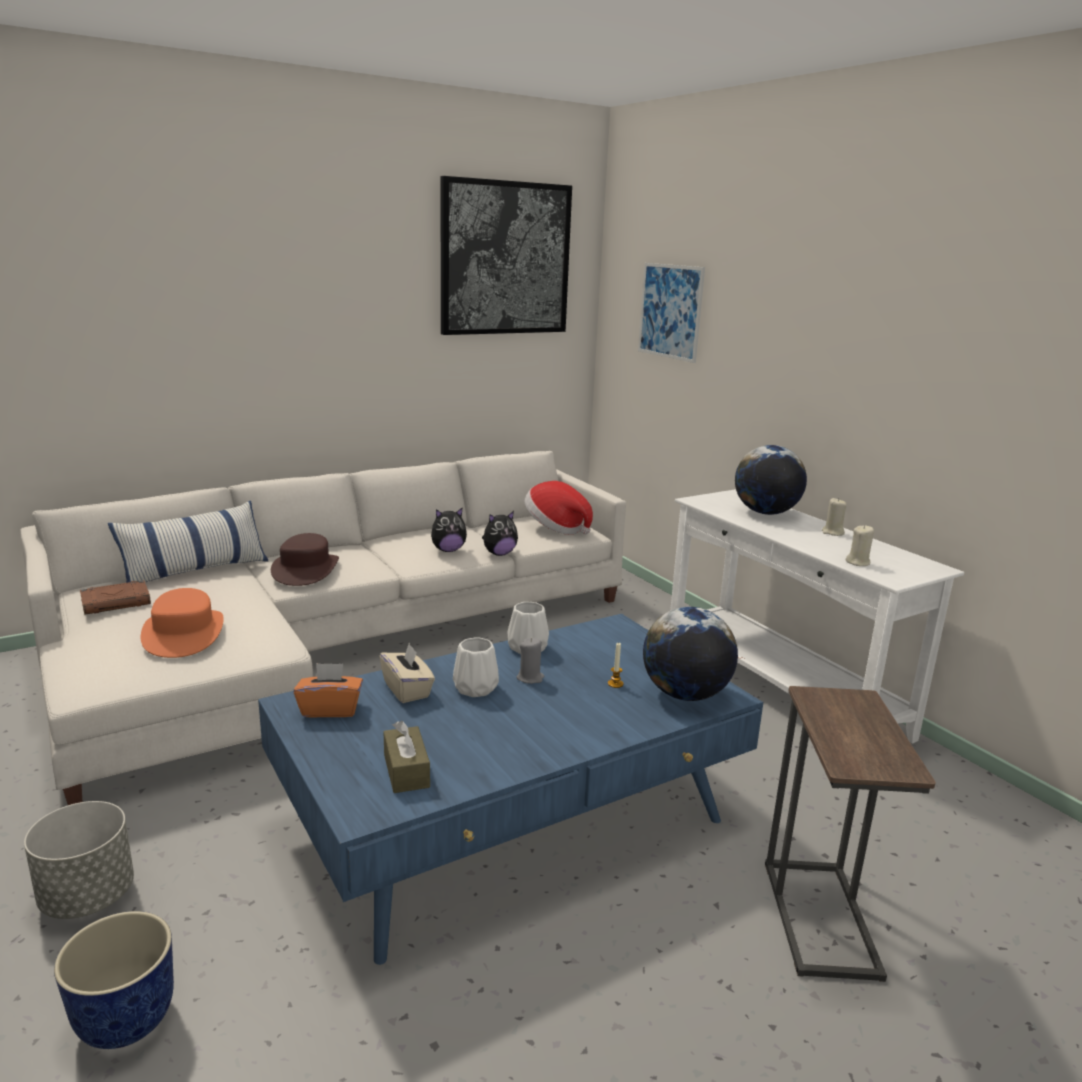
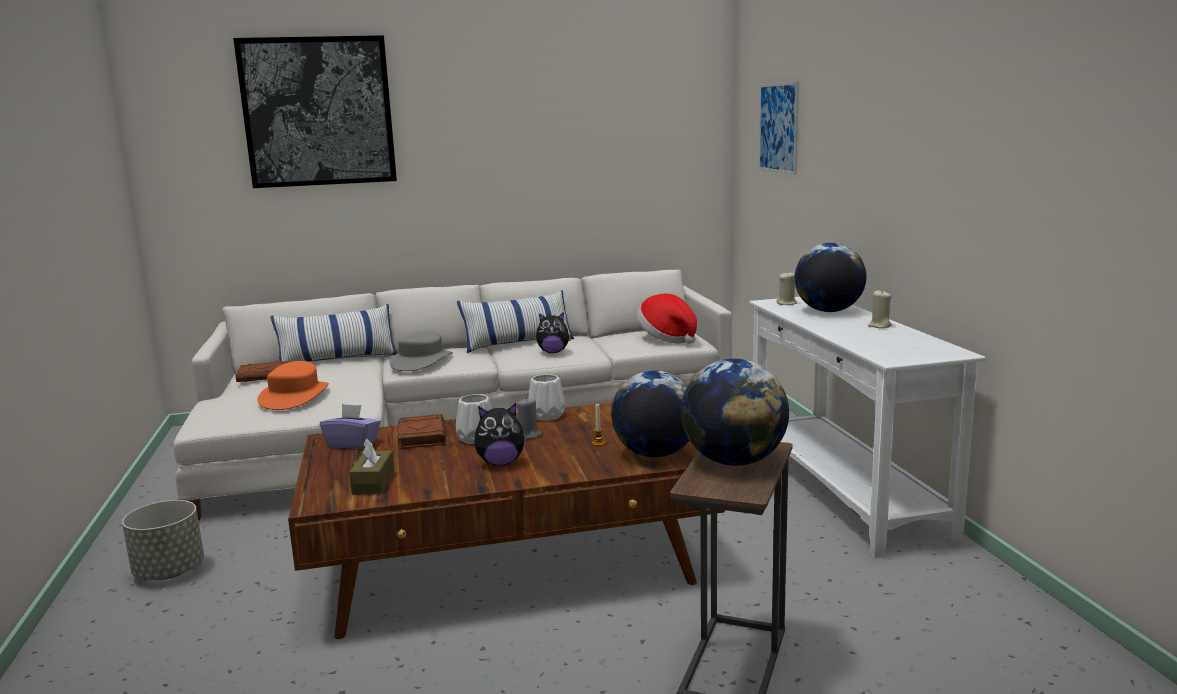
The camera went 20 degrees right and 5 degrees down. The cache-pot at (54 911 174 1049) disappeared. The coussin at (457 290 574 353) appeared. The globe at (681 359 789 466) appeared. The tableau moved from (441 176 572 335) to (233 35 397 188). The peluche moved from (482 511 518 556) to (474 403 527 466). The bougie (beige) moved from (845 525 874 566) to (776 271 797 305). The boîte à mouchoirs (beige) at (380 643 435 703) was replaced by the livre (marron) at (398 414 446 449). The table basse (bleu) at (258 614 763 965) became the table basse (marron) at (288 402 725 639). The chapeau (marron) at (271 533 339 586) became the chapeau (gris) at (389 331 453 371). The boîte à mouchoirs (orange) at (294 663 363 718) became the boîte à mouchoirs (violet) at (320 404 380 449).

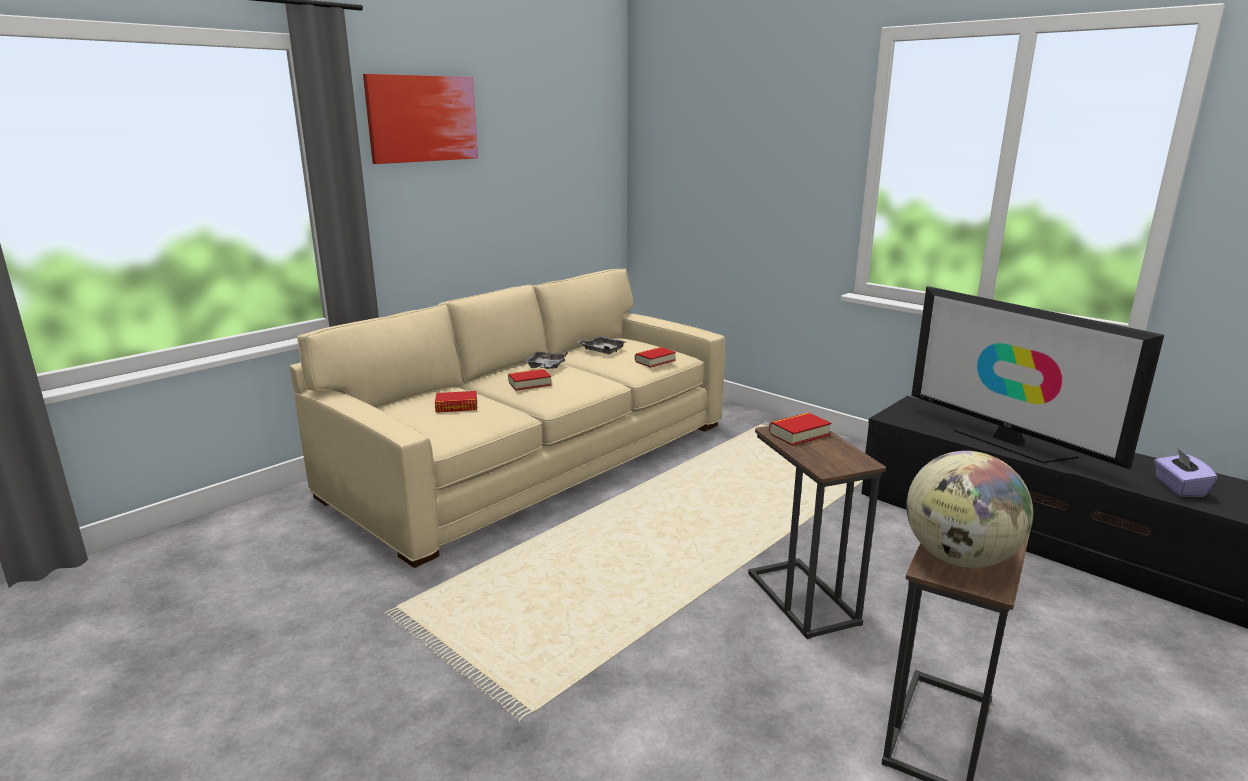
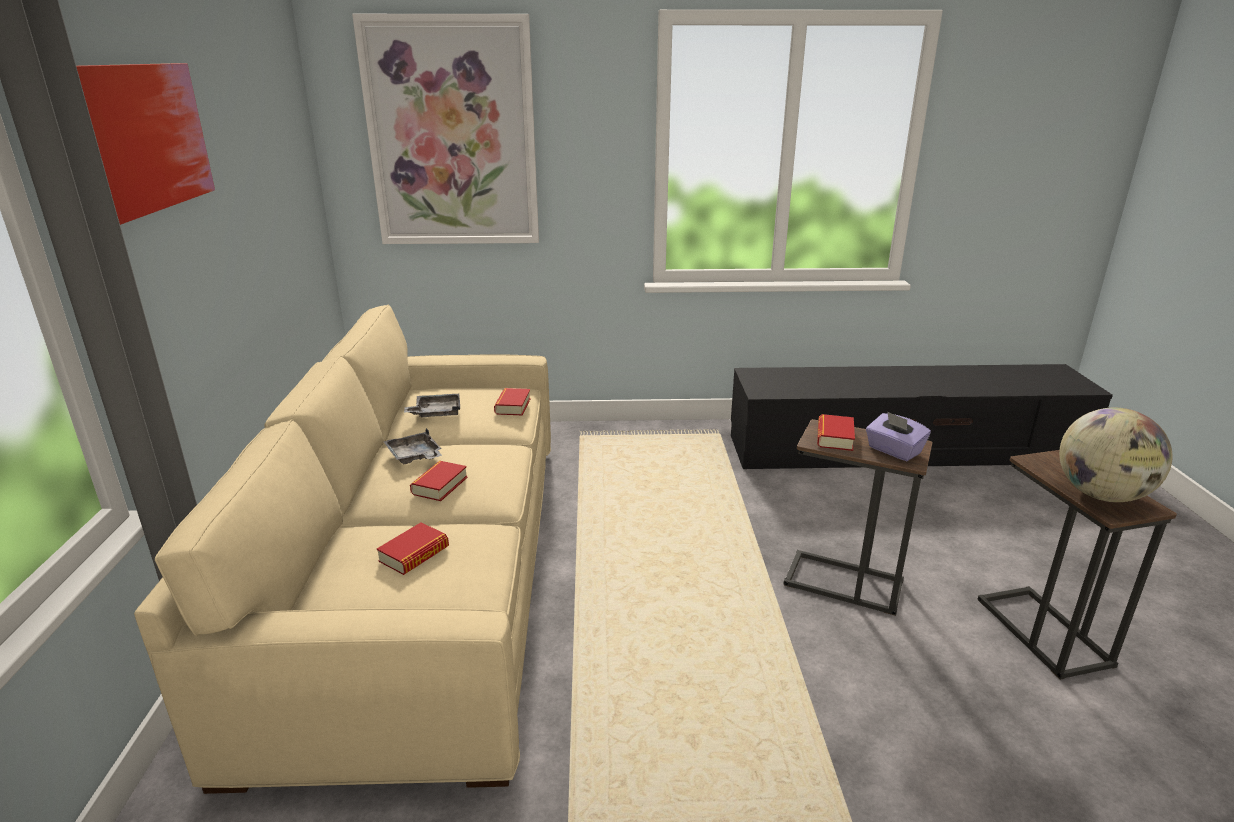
The camera went 45 degrees left and 5 degrees up. The téléviseur at (911 286 1164 469) disappeared. The tableau at (352 14 539 244) appeared. The boîte à mouchoirs (violet) moved from (1154 449 1217 497) to (866 411 931 461).

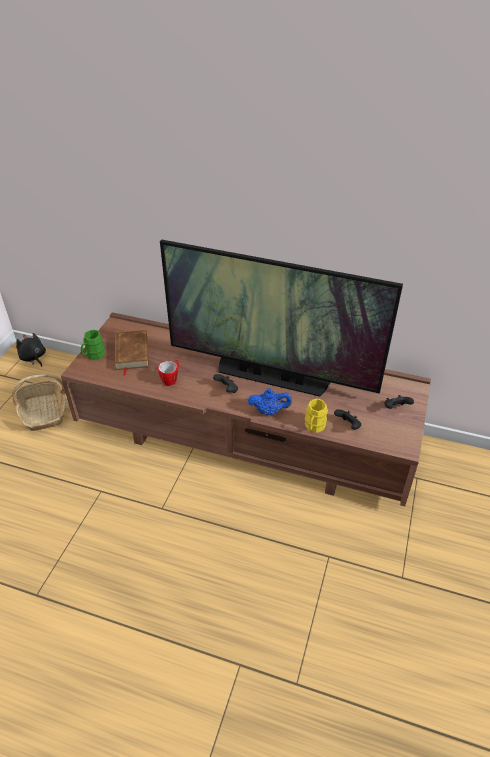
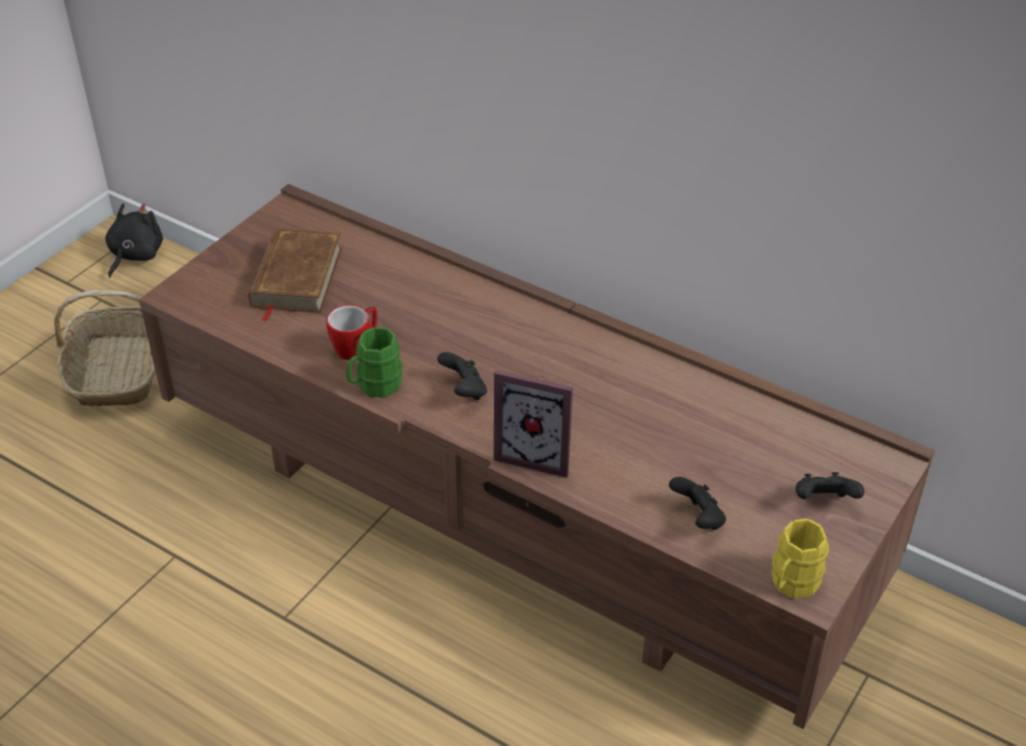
The camera went 15 degrees right and 0 degrees up. The téléviseur at (160 239 403 397) disappeared. The mug (vert) moved from (81 330 105 360) to (346 327 403 397). The mug (jaune) moved from (305 399 328 433) to (772 518 829 599). The théière (bleu) at (248 388 292 415) was replaced by the cadre photo at (494 370 573 478). The peluche (noir) at (16 333 46 367) turned 45 degrees clockwise.

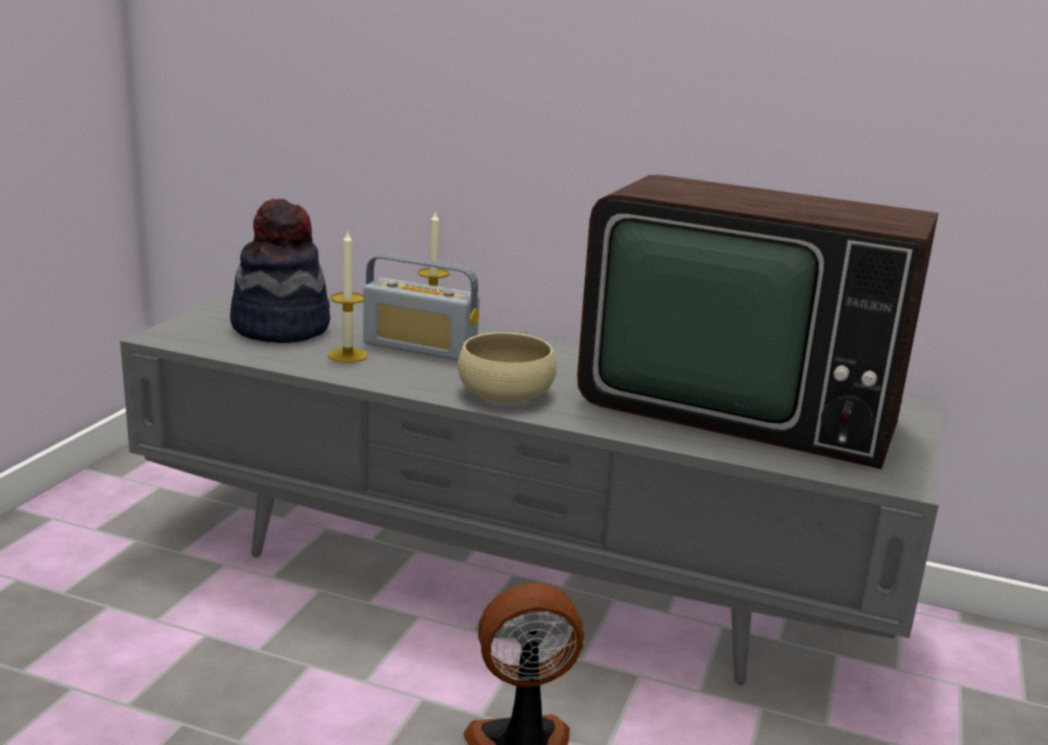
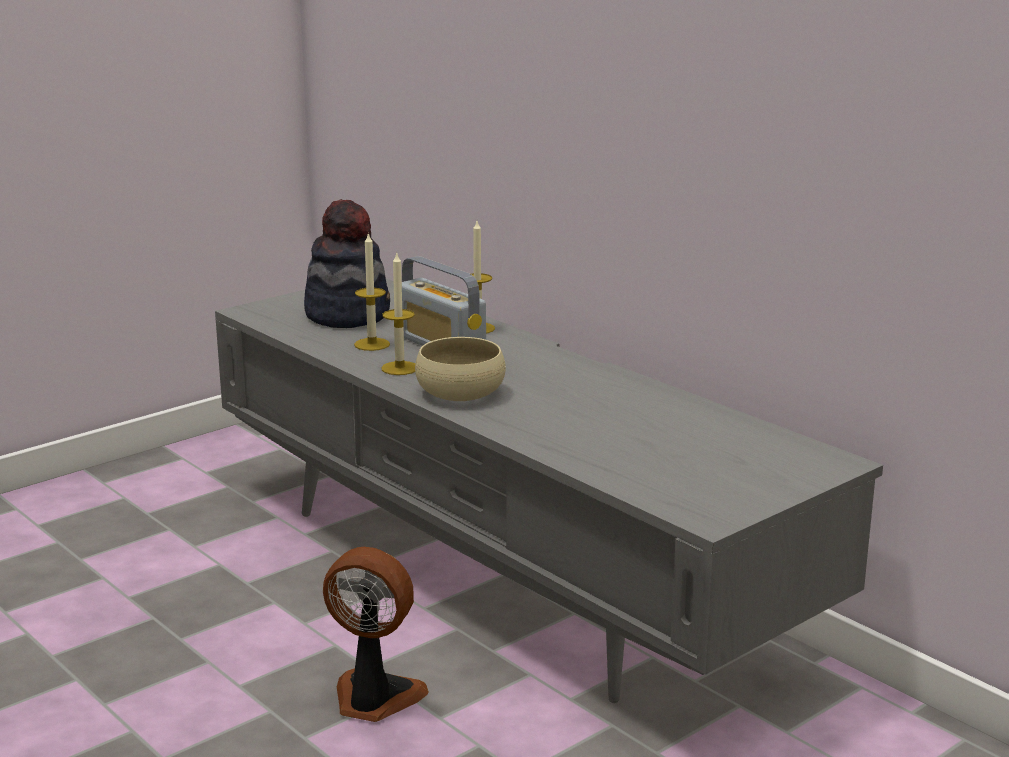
The camera went 30 degrees right and 0 degrees up. The téléviseur at (577 175 938 469) disappeared. The bougie at (381 254 415 375) appeared.

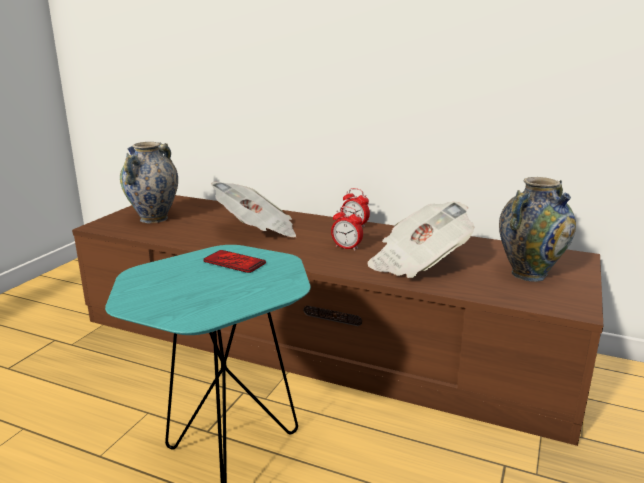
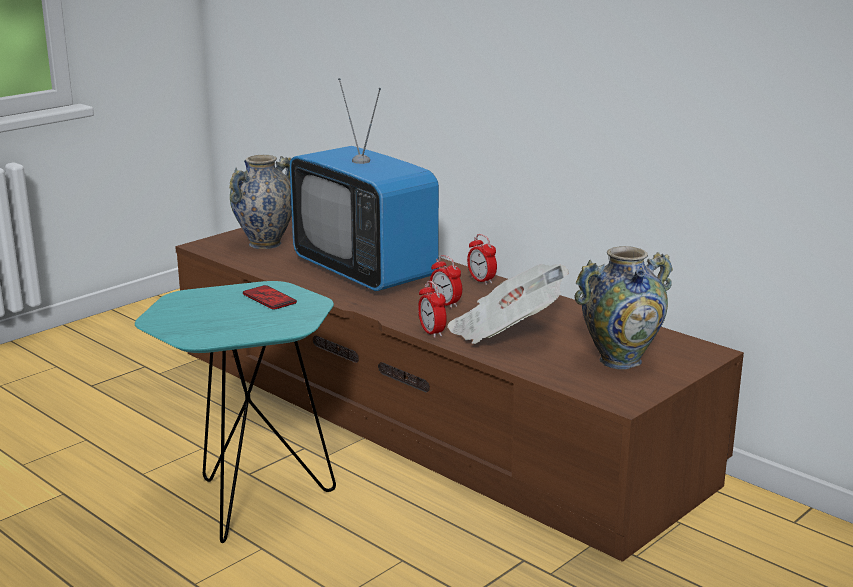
The camera went 20 degrees right and 0 degrees up. The réveil at (418 281 447 338) appeared. The journal at (211 182 296 237) was replaced by the téléviseur at (290 78 439 291).

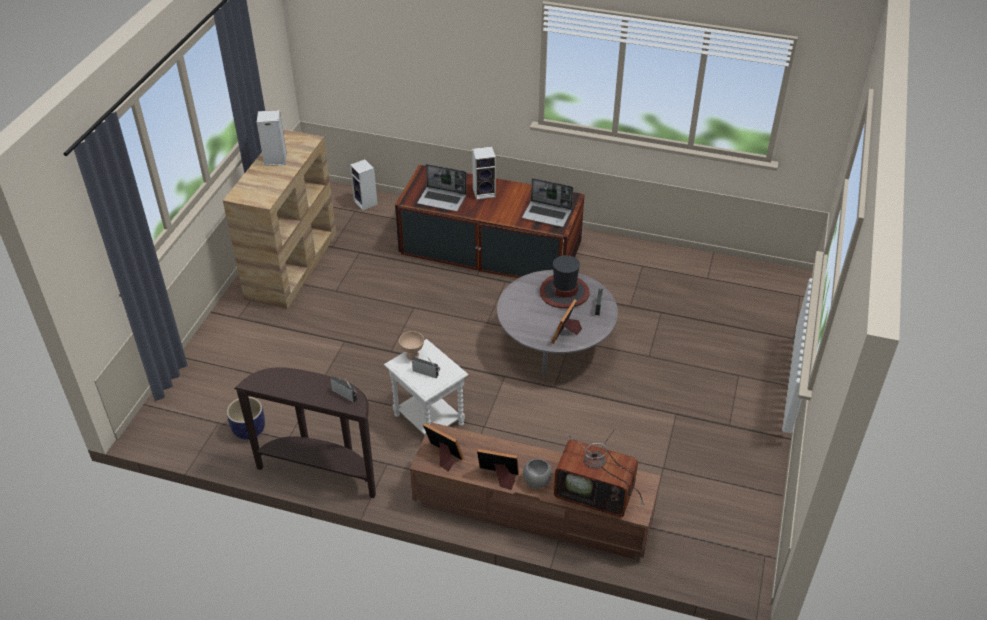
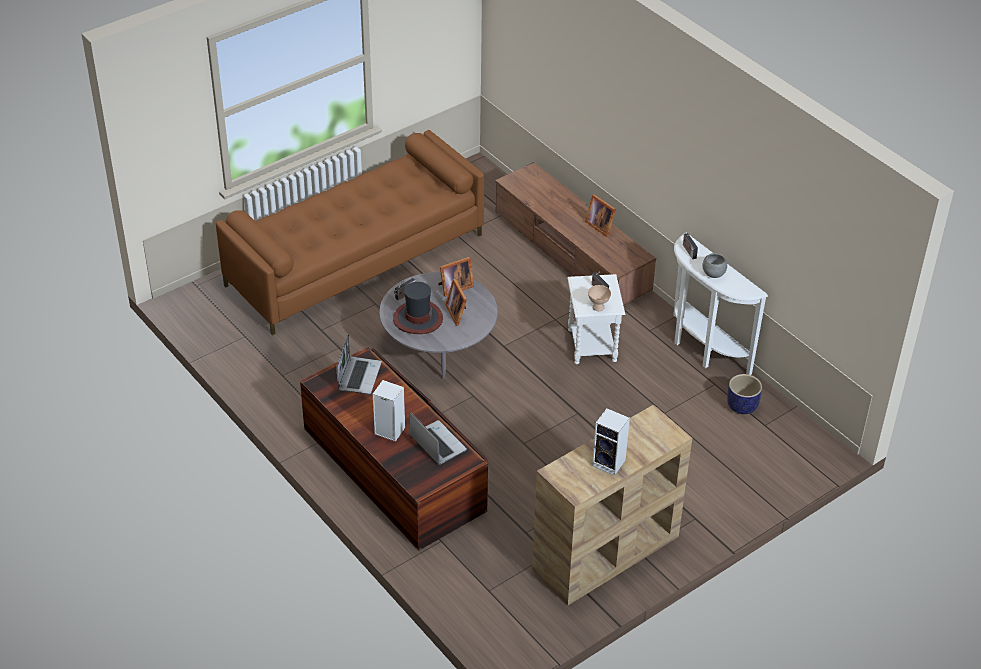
The camera went 145 degrees left and 0 degrees up. The enceinte at (350 159 378 210) disappeared. The téléviseur at (554 427 645 517) disappeared. The canapé (marron) at (216 130 484 335) appeared. The cadre photo moved from (423 423 464 472) to (445 279 467 326). The bol (gris) moved from (523 459 552 488) to (702 253 727 278). The table console (marron) at (234 367 376 498) became the table console (blanc) at (673 233 768 375). The ordinateur portable at (522 178 573 227) turned 45 degrees clockwise.

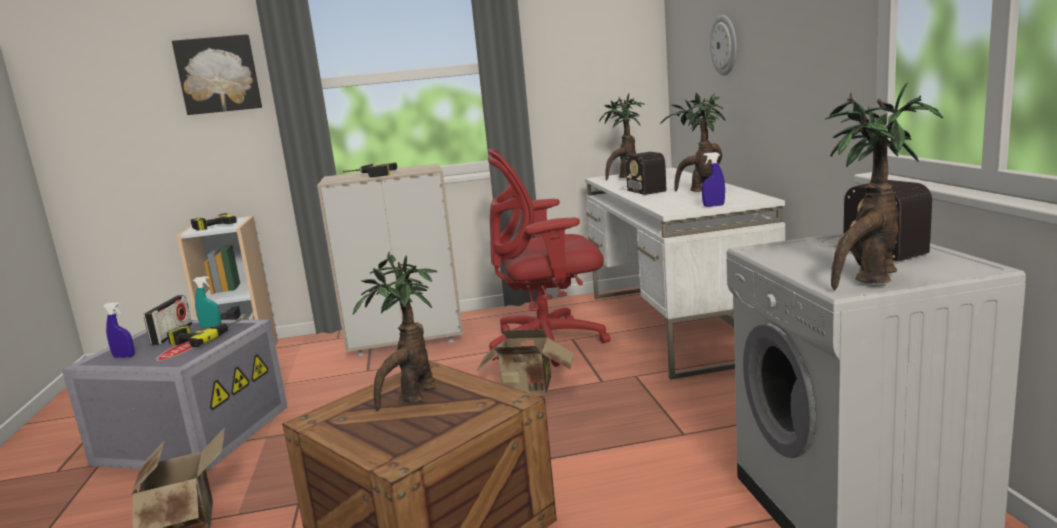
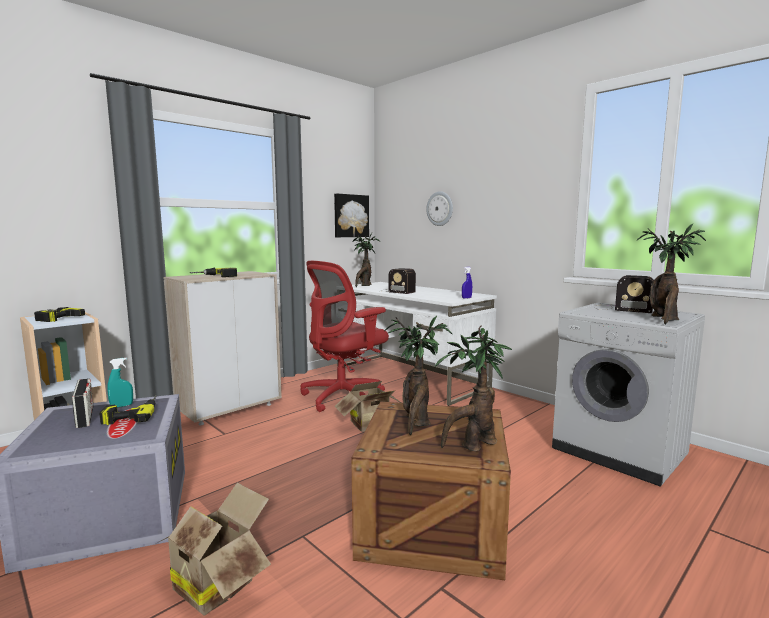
The camera went 35 degrees left and 5 degrees down. The vaporisateur (bleu) at (103 302 135 358) disappeared. The tableau moved from (172 34 262 115) to (334 193 369 237). The plante en pot moved from (660 93 726 192) to (434 325 512 451).

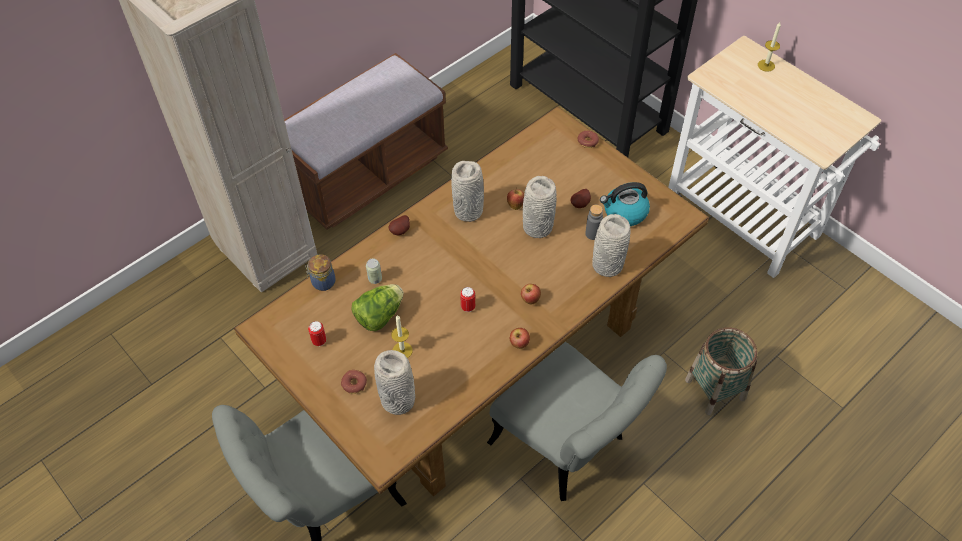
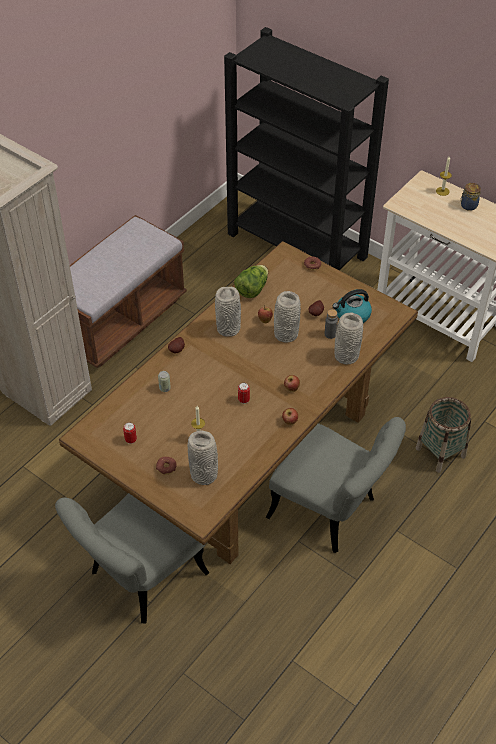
The camera went 10 degrees left and 5 degrees down. The bocal moved from (305 254 336 291) to (460 183 481 211). The laitue moved from (352 284 403 331) to (234 265 268 298).

